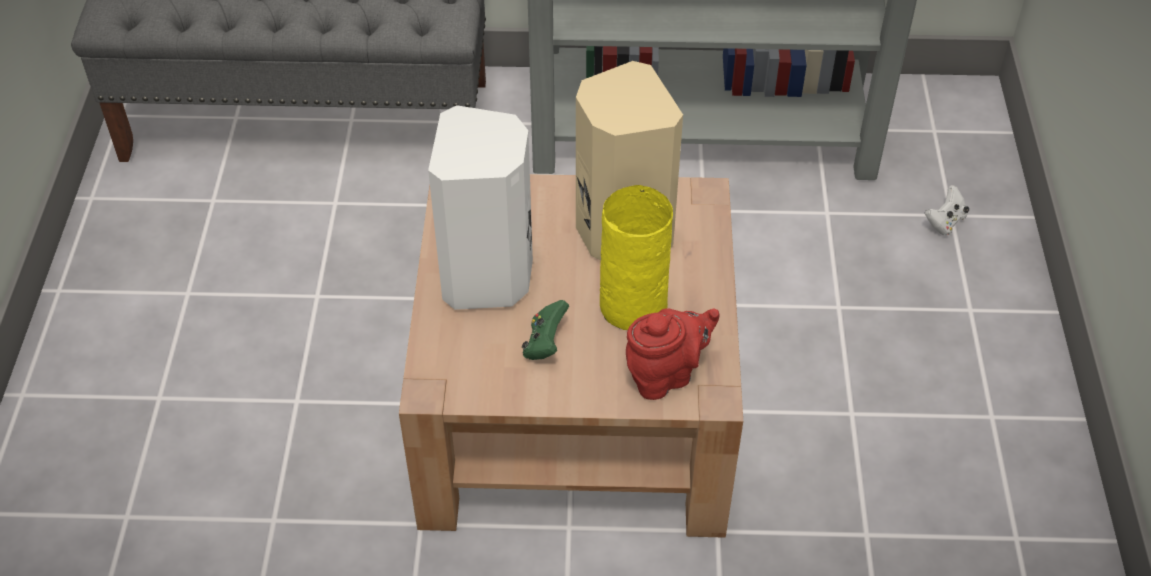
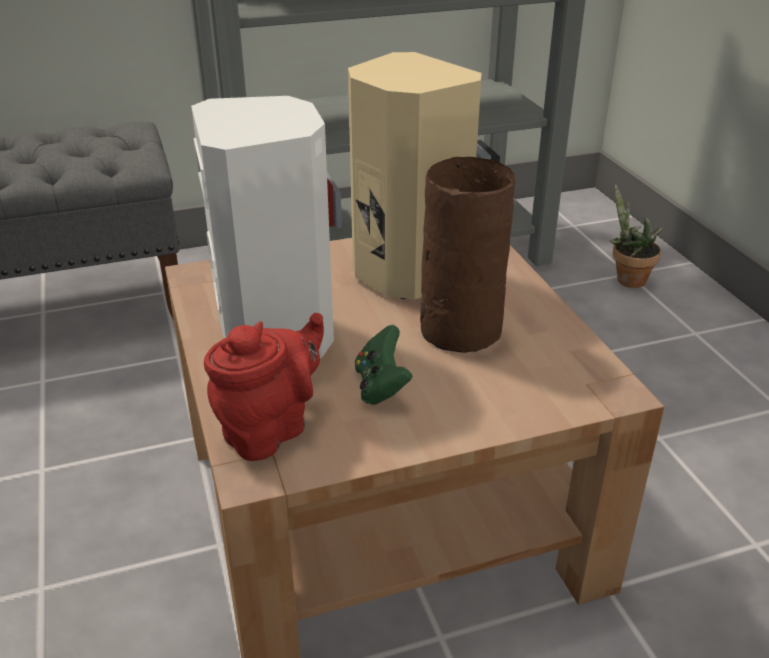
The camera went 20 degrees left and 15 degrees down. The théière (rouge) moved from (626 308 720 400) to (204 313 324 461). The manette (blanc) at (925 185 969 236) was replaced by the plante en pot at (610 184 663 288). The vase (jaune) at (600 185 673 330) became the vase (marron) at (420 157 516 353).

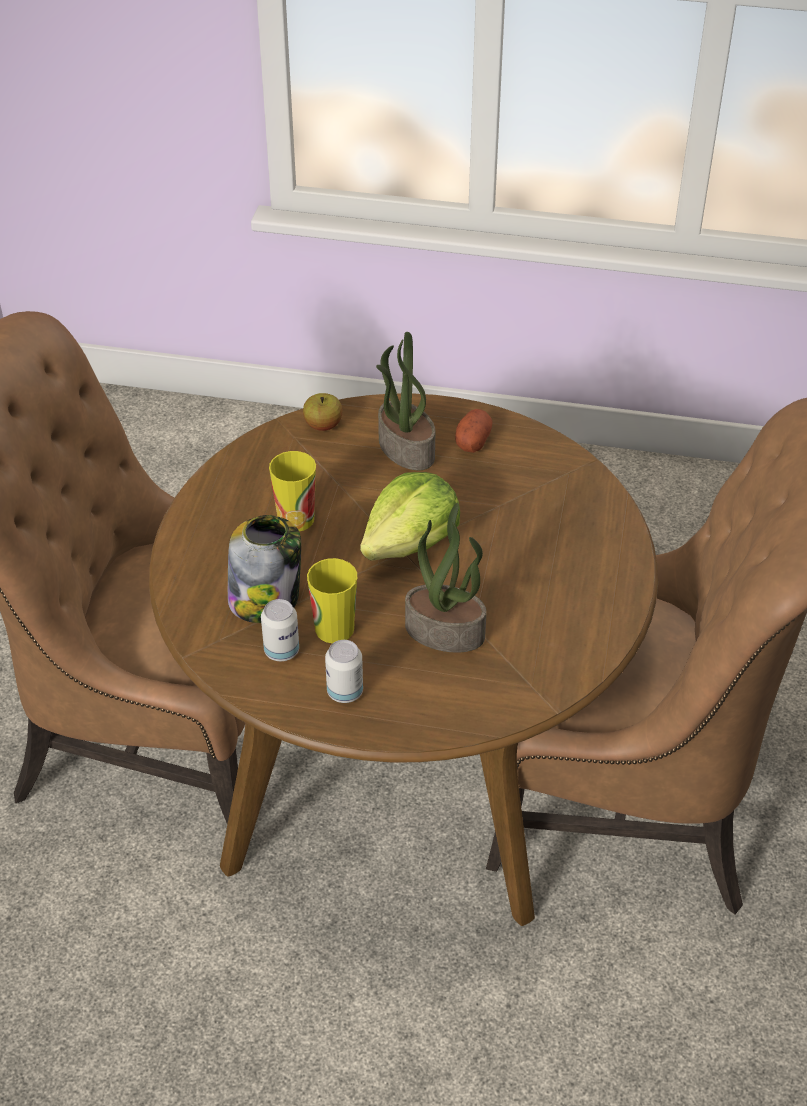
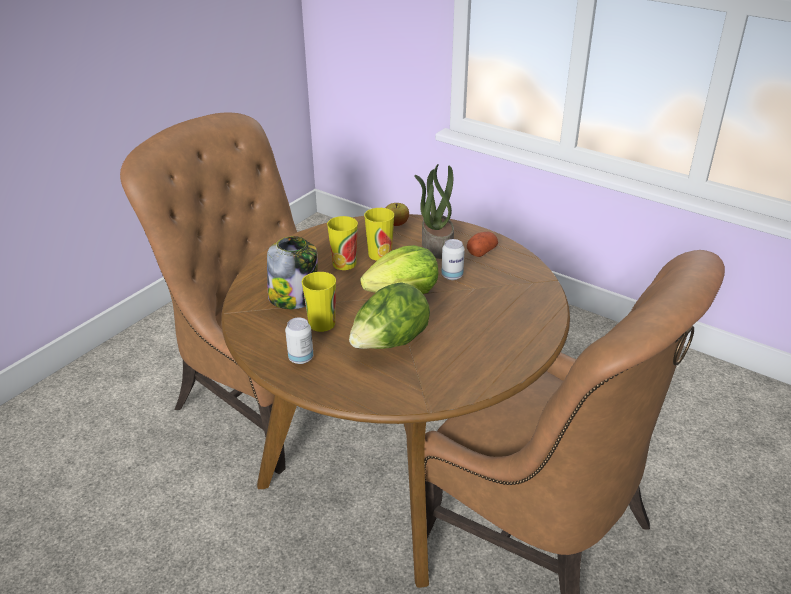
The camera went 25 degrees right and 10 degrees down. The tasse at (364 208 394 261) appeared. The boîte métallique moved from (261 599 299 661) to (441 239 465 280). The plante en pot at (405 503 487 653) was replaced by the laitue at (349 282 430 349).

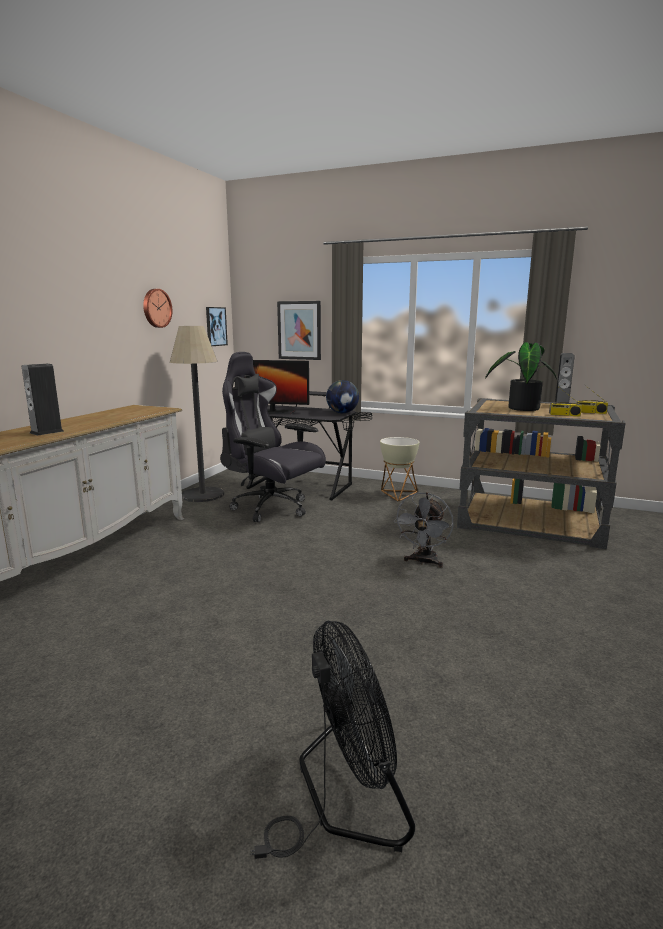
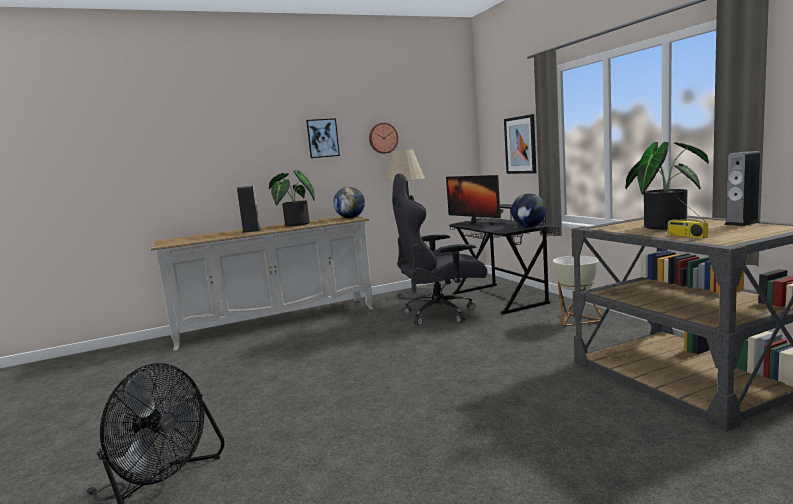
The camera went 45 degrees right and 5 degrees down. The ventilateur (gris) at (394 492 454 567) disappeared. The radio at (576 385 608 414) disappeared. The plante en pot at (269 170 315 226) appeared. The globe at (333 187 365 218) appeared. The tableau moved from (206 307 228 346) to (306 118 340 158). The chaise de bureau (noir) at (220 352 326 522) turned 90 degrees counterclockwise.

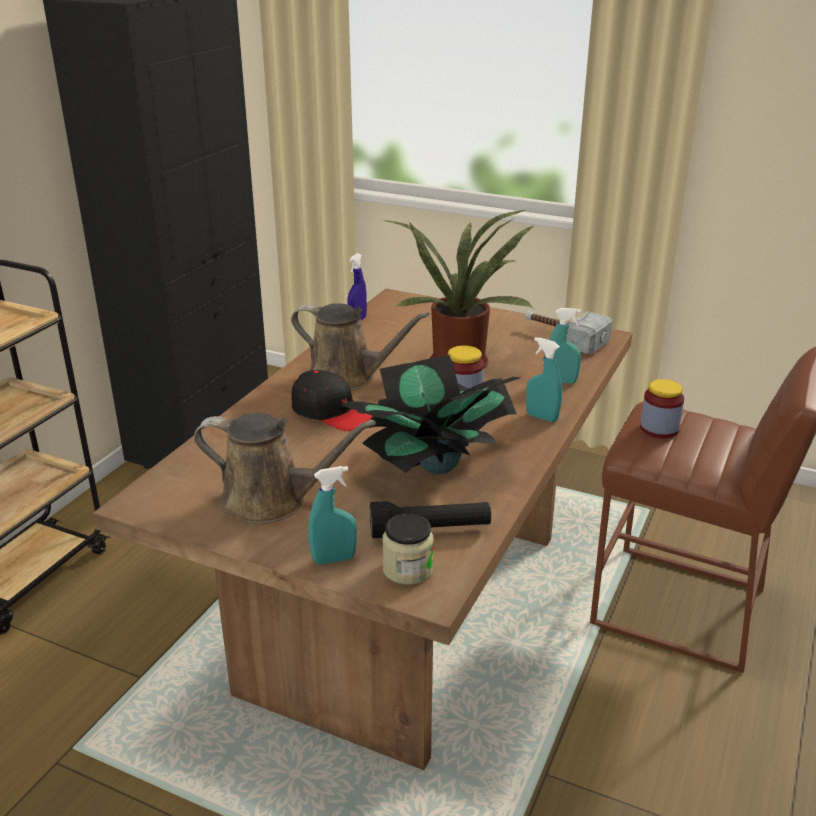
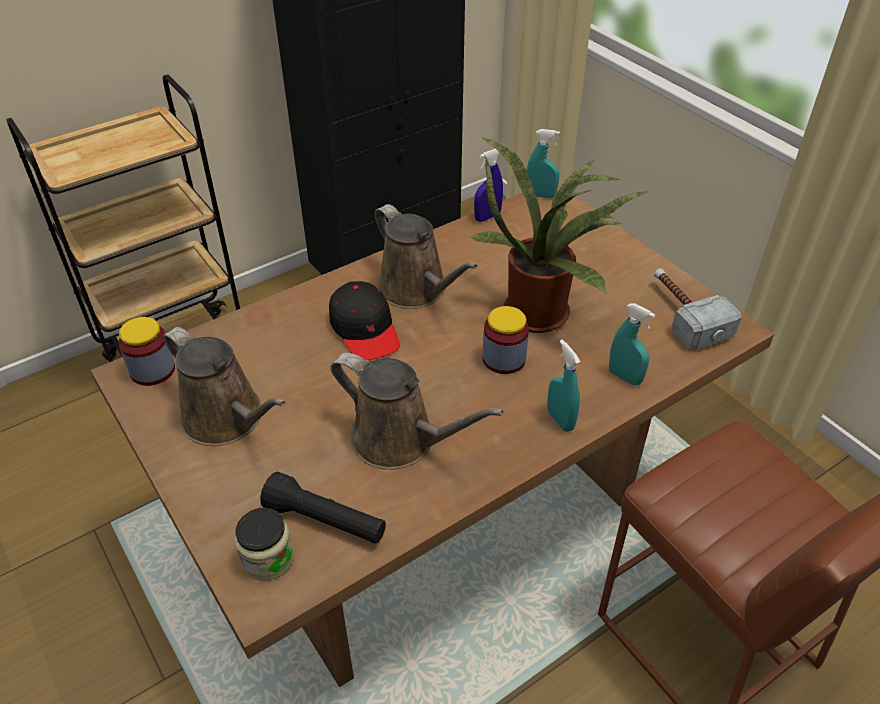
The camera went 30 degrees right and 15 degrees up. The vaporisateur (turquoise) moved from (308 466 357 564) to (527 129 560 198). The bocal moved from (640 379 684 438) to (119 317 175 386). The plante en pot at (341 355 522 474) was replaced by the arrosoir (marron) at (331 353 504 470).

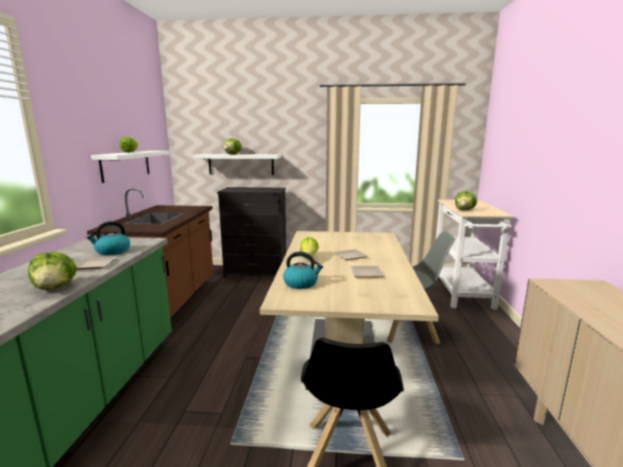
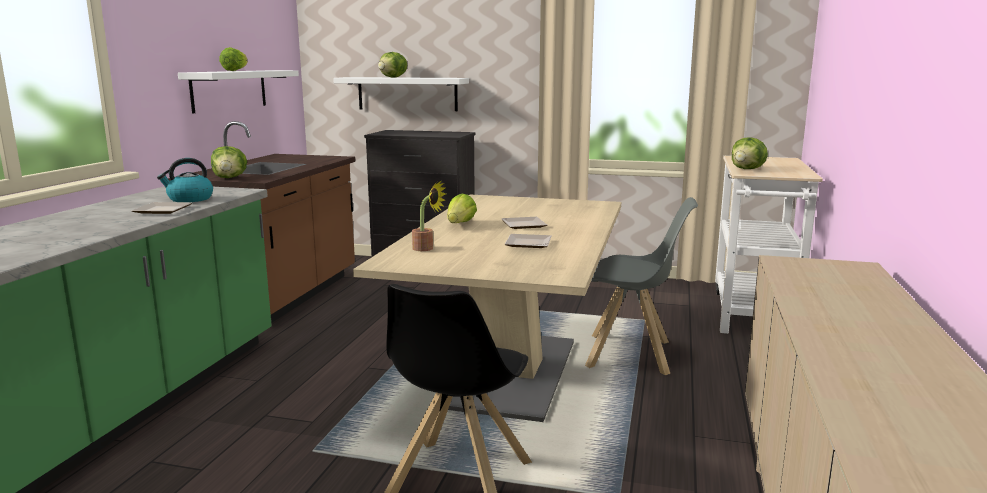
The camera went 10 degrees right and 0 degrees up. The laitue moved from (28 252 76 290) to (211 146 247 178). The bouilloire at (283 252 323 289) was replaced by the plante en pot at (412 181 446 251).

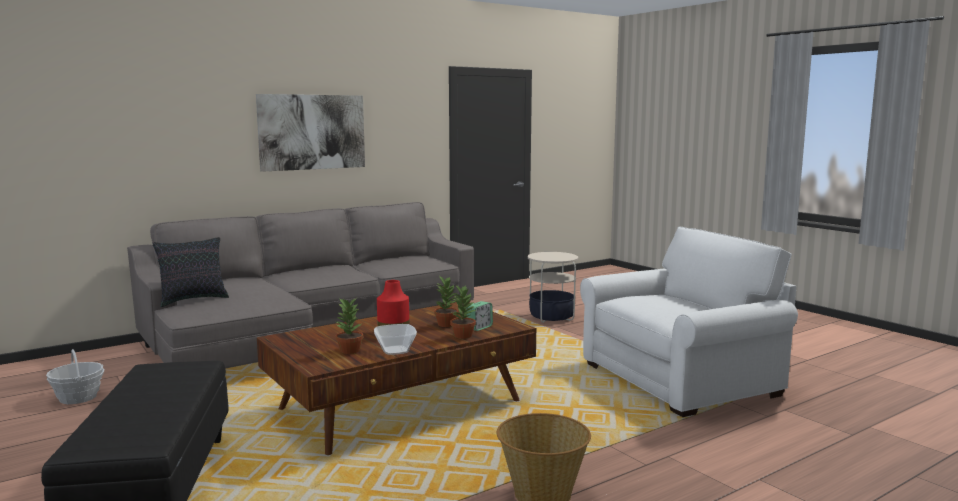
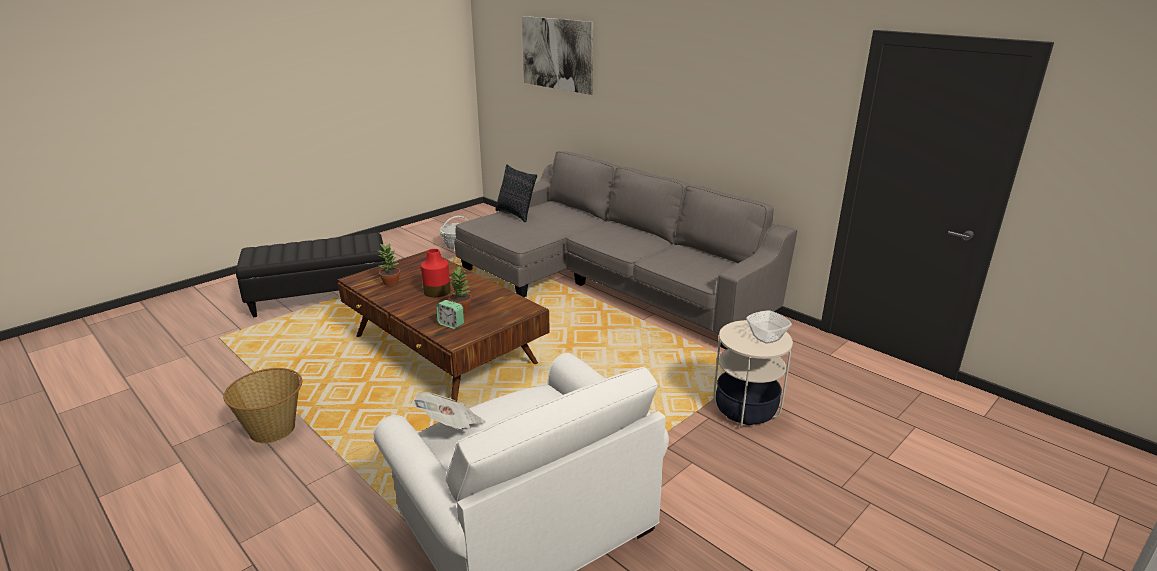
The camera went 80 degrees right and 15 degrees up. The plante en pot at (450 286 476 339) disappeared. The journal at (411 392 486 430) appeared. The tableau moved from (256 94 365 172) to (522 16 593 95). The bol moved from (374 324 417 355) to (746 310 792 343).

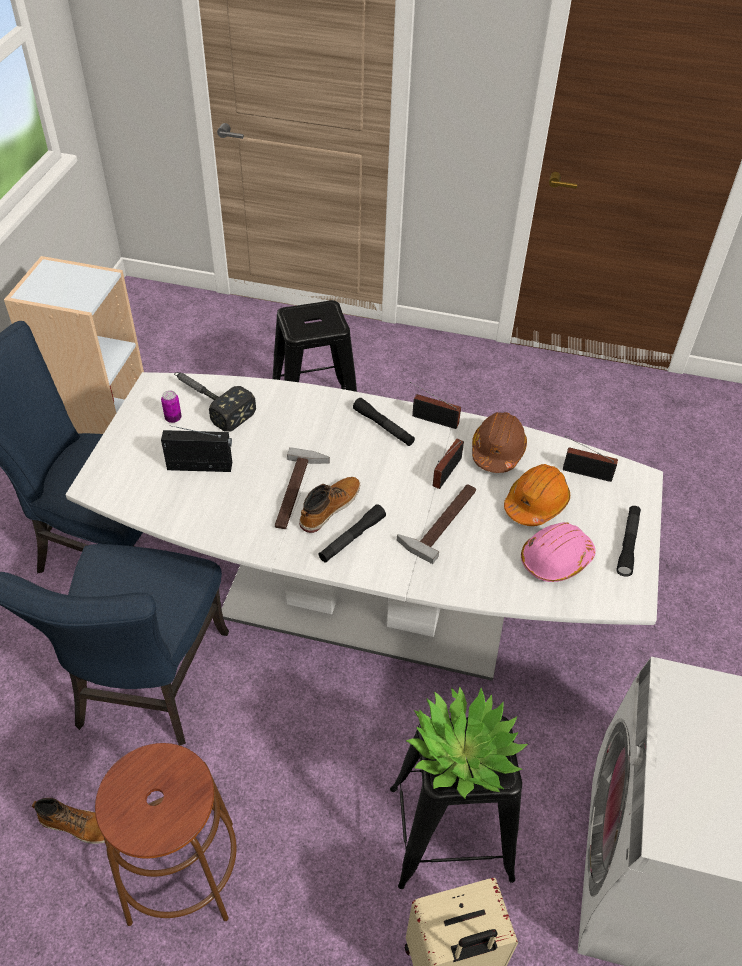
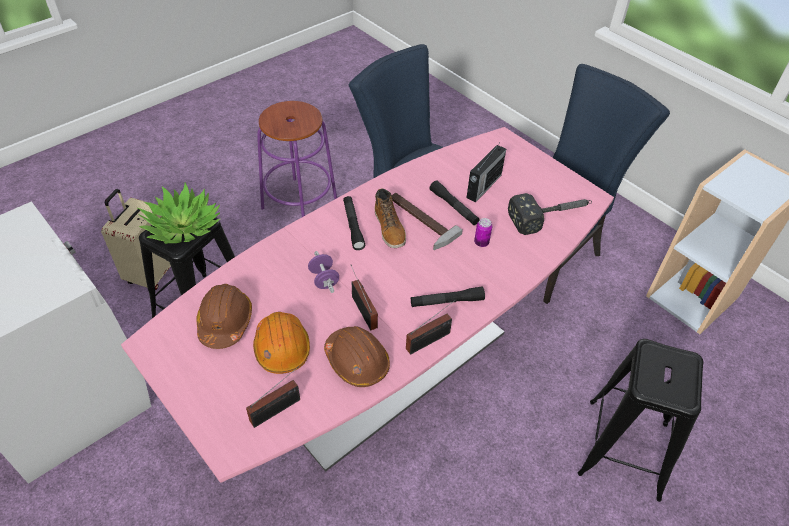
The camera went 125 degrees right and 0 degrees up. The botte at (32 798 105 844) disappeared. The boîte métallique moved from (161 390 182 423) to (474 218 492 247). The lampe de poche (noir) moved from (616 506 641 577) to (430 180 480 225). The marteau at (397 484 476 564) was replaced by the haltère (violet) at (308 251 339 293). The table à manger (blanc) at (65 372 663 681) became the table à manger (rose) at (121 127 614 483). The tabouret (marron) at (95 743 236 926) became the tabouret (violet) at (257 101 337 217). The casque de chantier (rose) at (521 522 595 582) became the casque de chantier (marron) at (196 284 252 349).

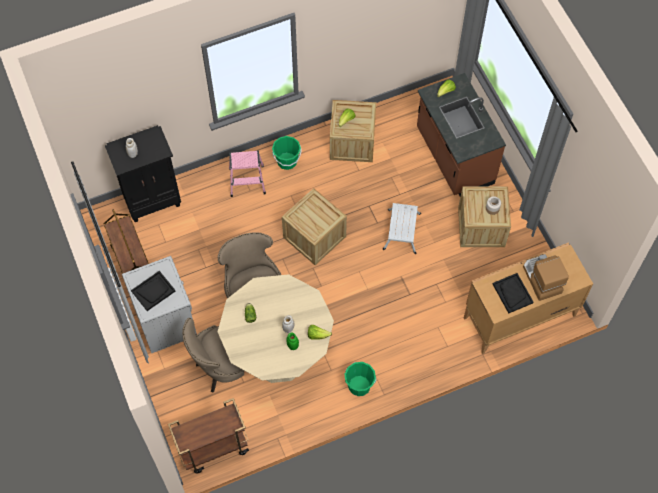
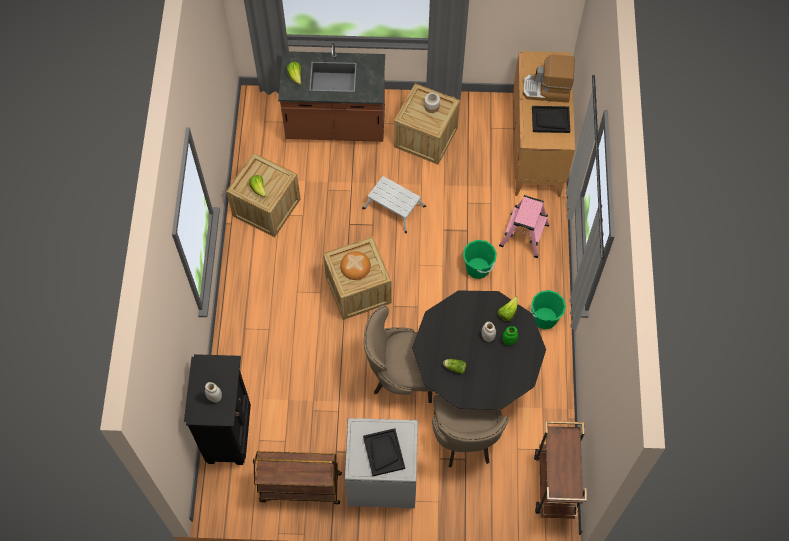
The camera went 65 degrees left and 0 degrees up. The pain at (340 251 371 280) appeared. The escabeau (rose) moved from (229 150 266 197) to (499 195 549 258). The seau (vert) moved from (272 136 302 170) to (463 240 497 279). The table à manger (beige) at (218 274 334 383) became the table à manger (noir) at (412 290 546 410).

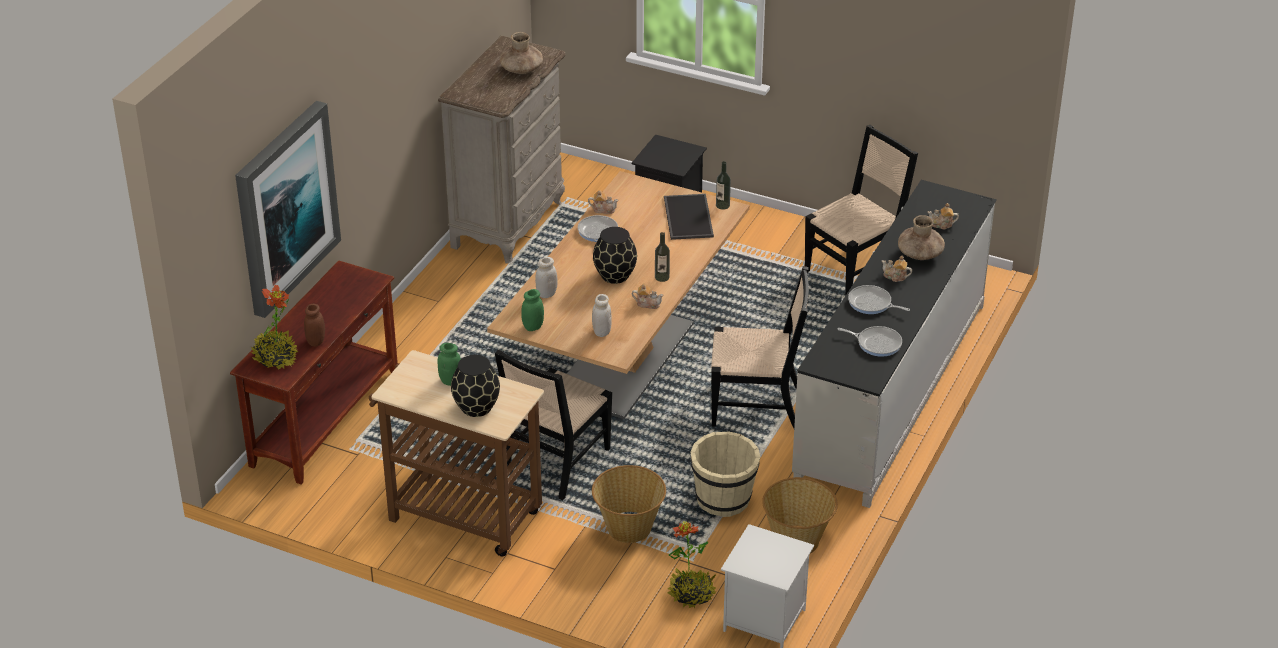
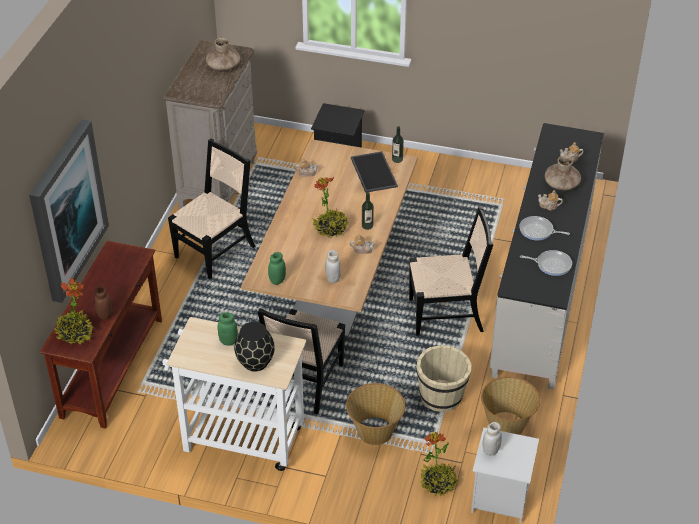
The camera went 10 degrees left and 5 degrees up. The poêle at (578 215 618 242) disappeared. The bocal (blanc) moved from (535 257 558 298) to (483 422 502 456). The chaise moved from (805 125 918 296) to (168 139 256 279). The vase (noir) at (593 227 637 284) was replaced by the plante en pot at (312 177 348 238). The chariot (marron) at (369 350 544 557) became the chariot (blanc) at (162 317 306 471).

